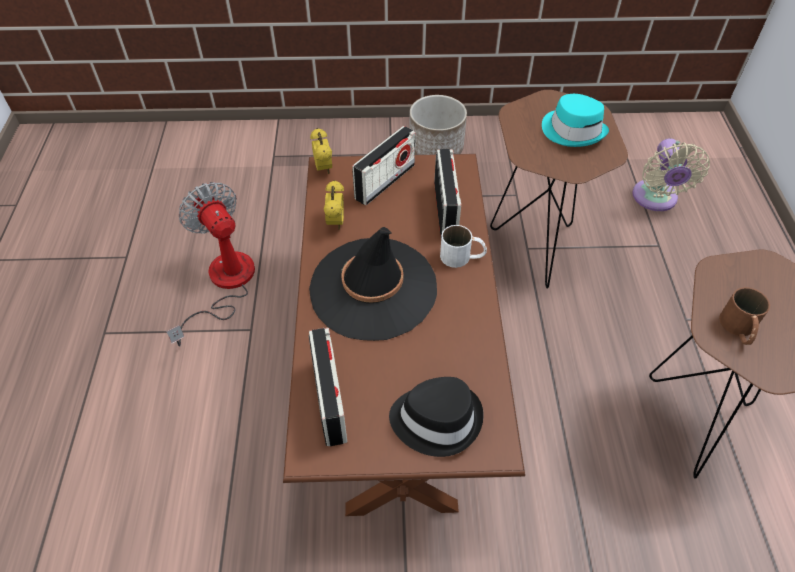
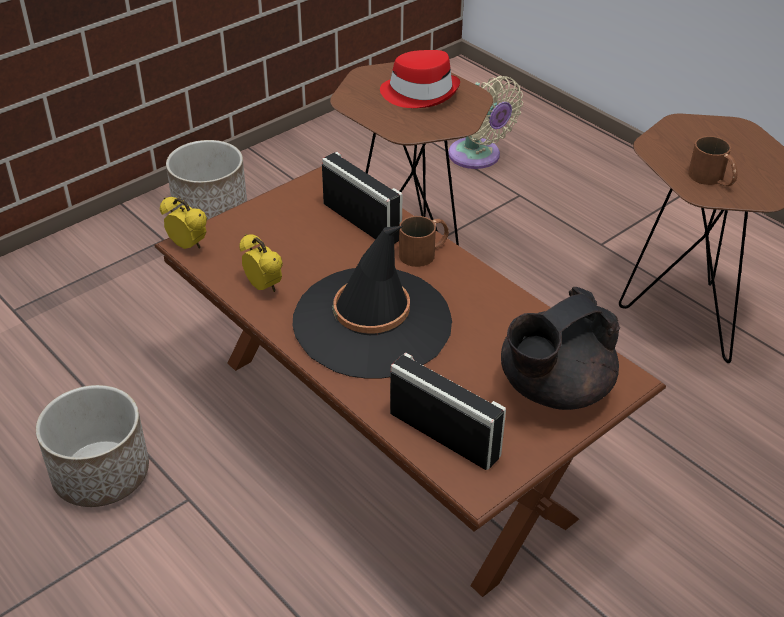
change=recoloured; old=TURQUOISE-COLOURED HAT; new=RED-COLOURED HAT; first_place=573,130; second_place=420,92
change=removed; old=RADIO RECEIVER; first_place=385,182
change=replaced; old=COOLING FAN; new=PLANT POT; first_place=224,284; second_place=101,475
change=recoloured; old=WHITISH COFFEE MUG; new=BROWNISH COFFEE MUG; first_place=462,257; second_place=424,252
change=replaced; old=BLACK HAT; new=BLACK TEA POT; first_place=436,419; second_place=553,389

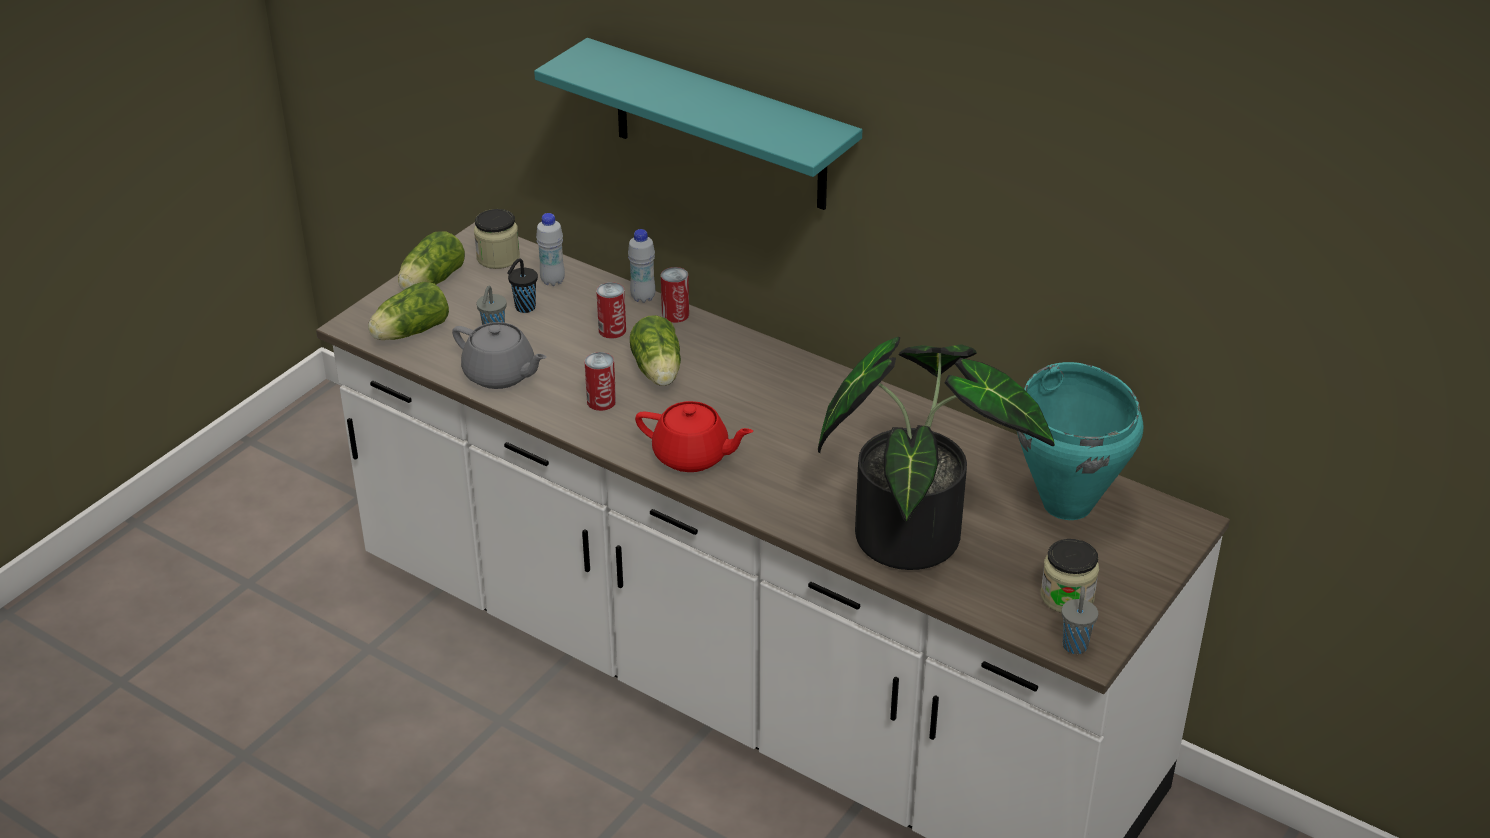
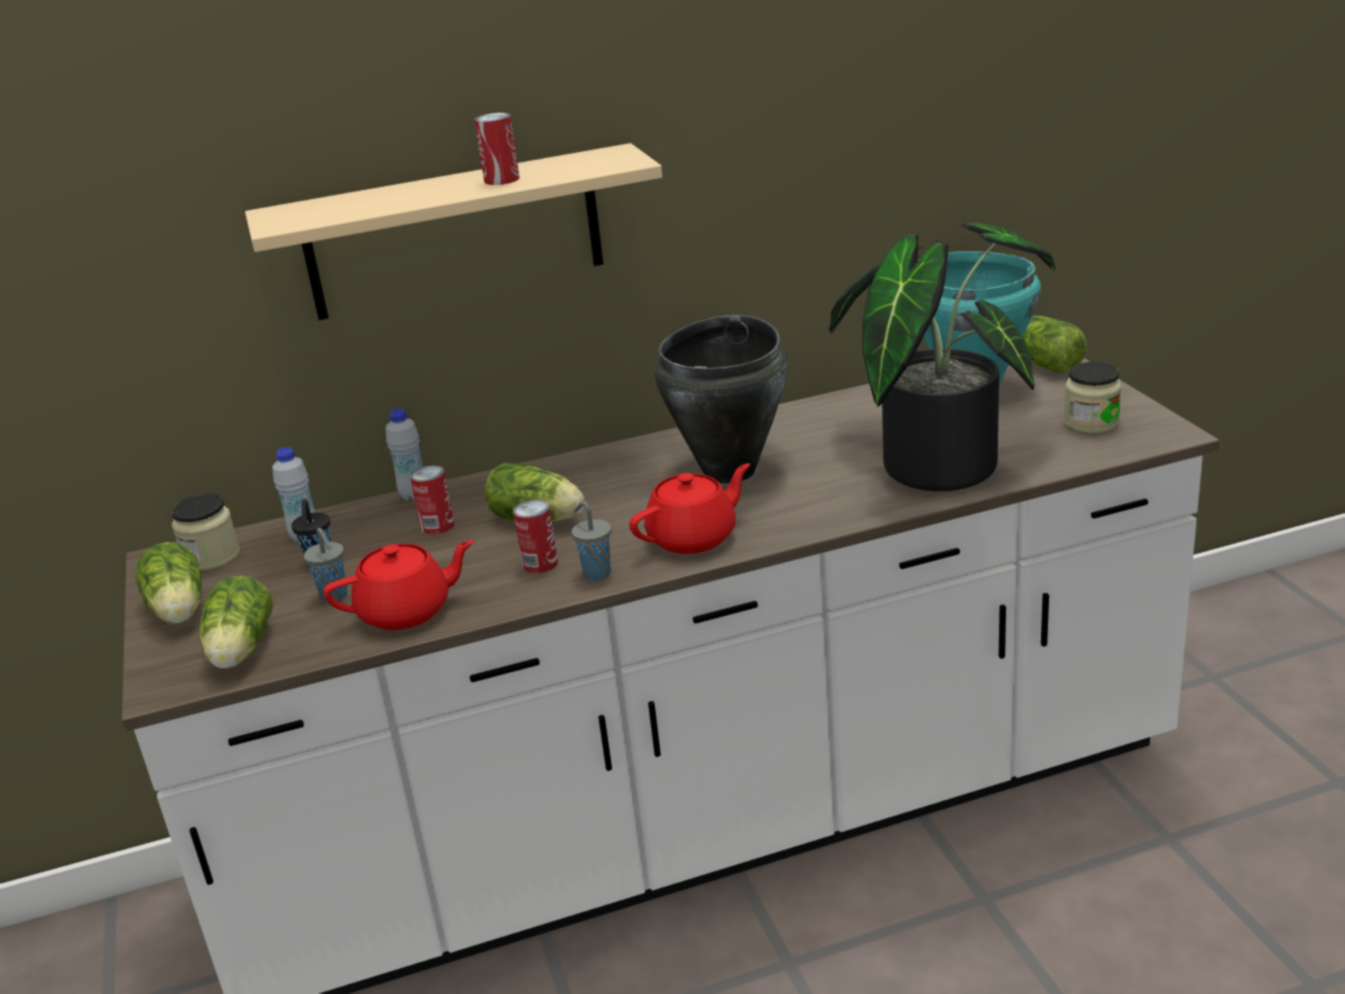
change=recoloured; old=TURQUOISE-COLOURED BRACKET SHELF; new=SAND-COLOURED BRACKET SHELF; first_place=720,126; second_place=454,234
change=moved; old=CAN; first_place=675,314; second_place=501,179
change=recoloured; old=GREY TEA POT; new=RED-COLOURED TEA POT; first_place=500,375; second_place=407,611
change=moved; old=GREY CUP; first_place=1075,644; second_place=596,573
change=added; new=BLACK SAUCEPOT; second_place=731,471
change=added; new=HEAD OF LETTUCE; second_place=1042,363

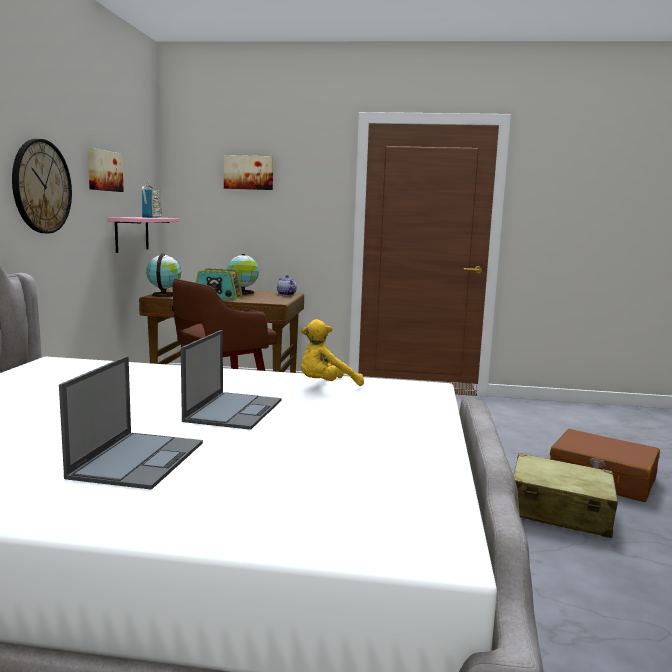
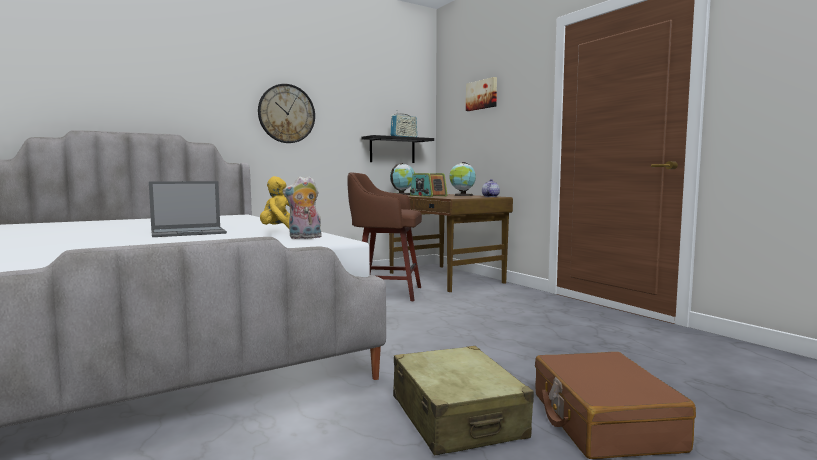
change=removed; old=WALL PICTURE; first_place=103,170
change=recoloured; old=PINK BRACKET SHELF; new=BLACK BRACKET SHELF; first_place=132,234; second_place=392,150
change=removed; old=NOTEBOOK COMPUTER; first_place=138,459
change=added; new=CUDDLY TOY; second_place=304,238

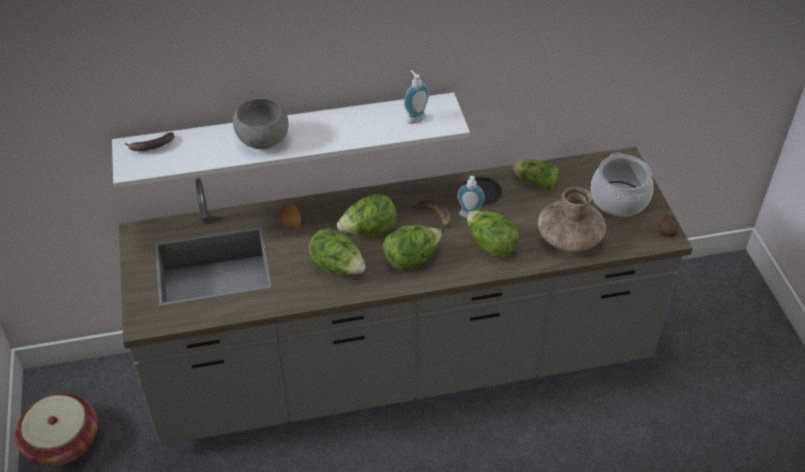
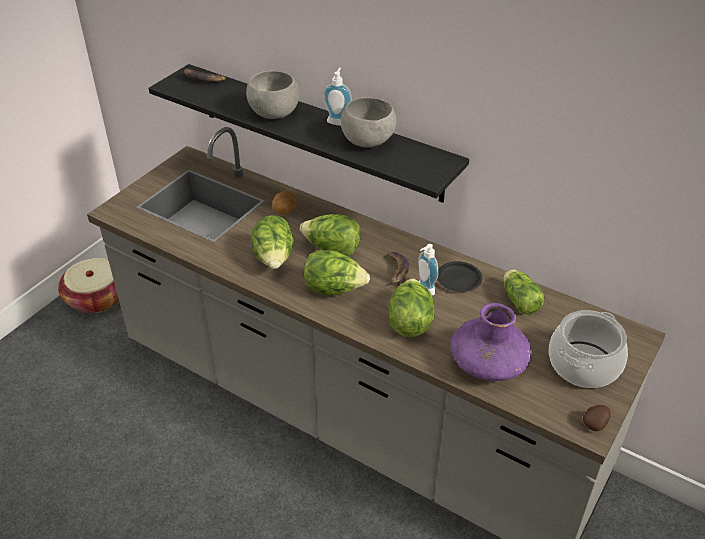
change=moved; old=SOAP BOTTLE; first_place=415,117; second_place=338,121
change=recoloured; old=WHITISH BRACKET SHELF; new=BLACK BRACKET SHELF; first_place=289,137; second_place=318,132
change=recoloured; old=BROWNISH VASE; new=PURPLE VASE; first_place=569,238; second_place=488,363
change=added; new=GREY BOWL; second_place=368,141

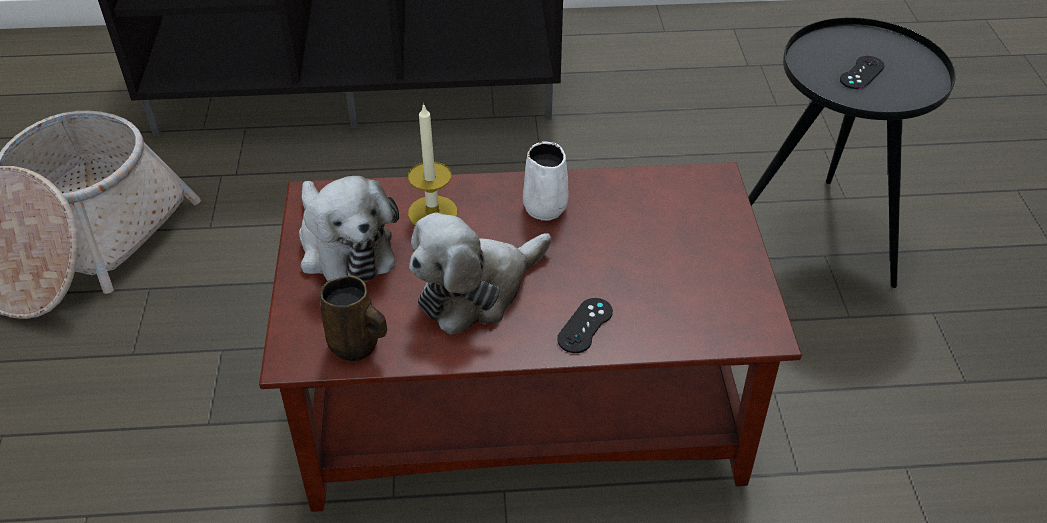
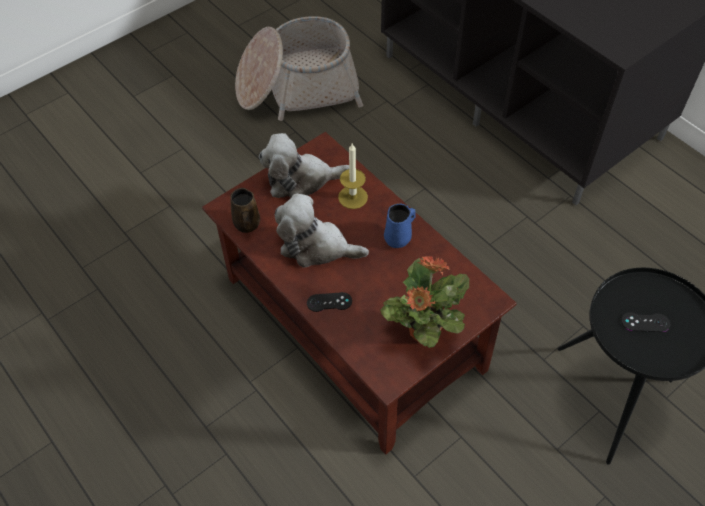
change=recoloured; old=WHITISH COFFEE MUG; new=BLUISH COFFEE MUG; first_place=545,205; second_place=398,238
change=turned; old=CUDDLY TOY; first_place=344,247; second_place=301,180; degrees=60
change=added; new=HOUSEPLANT; second_place=423,332

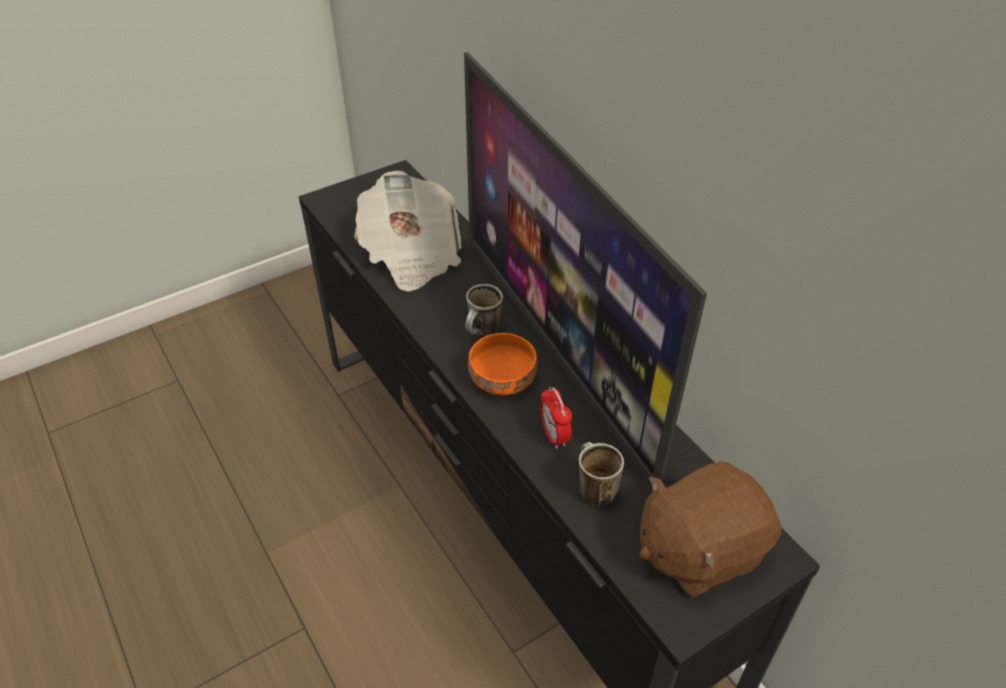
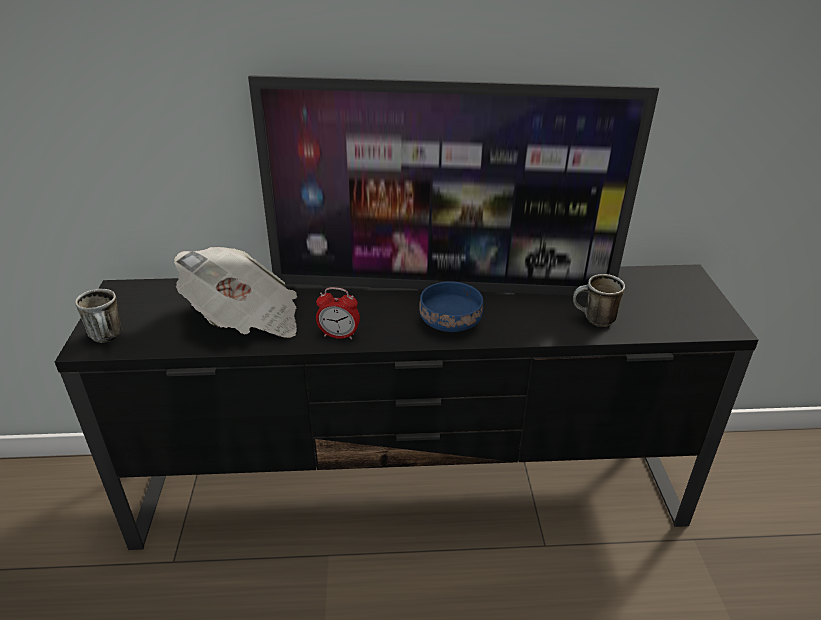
change=moved; old=COFFEE MUG; first_place=483,333; second_place=109,338
change=recoloured; old=ORANGE BOWL; new=BLUISH BOWL; first_place=504,378; second_place=451,321
change=moved; old=ALARM CLOCK; first_place=554,436; second_place=339,335
change=removed; old=BROWNISH CUDDLY TOY; first_place=699,550

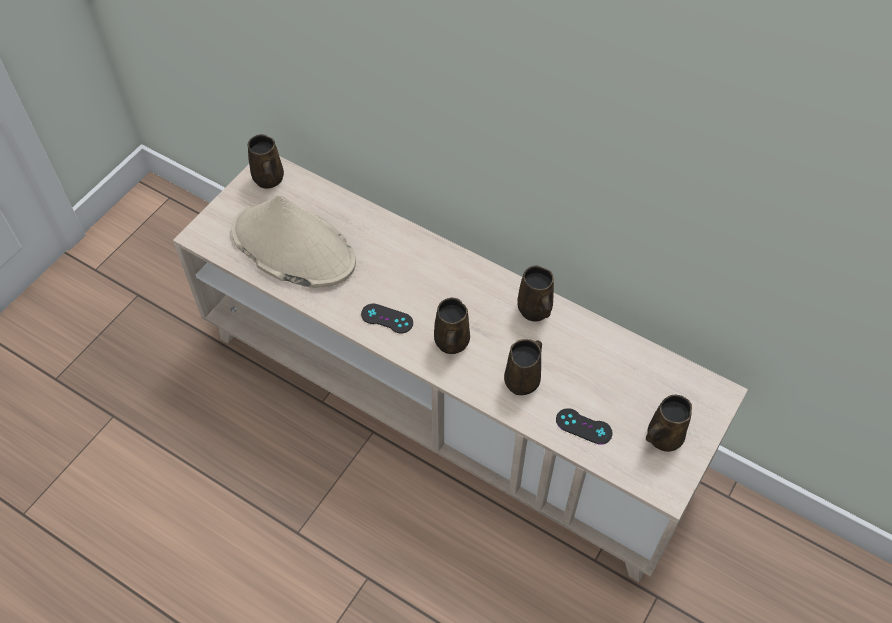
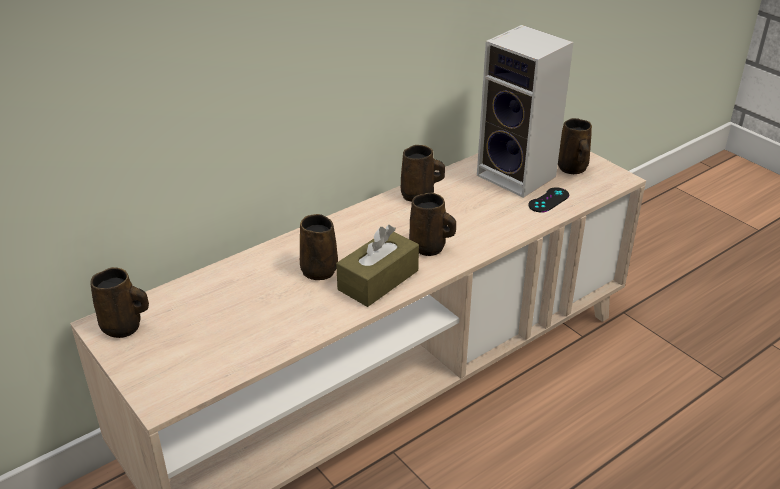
change=removed; old=SAND-COLOURED HAT; first_place=292,247
change=replaced; old=BLACK GAME CONTROLLER; new=BROWNISH TISSUE HOLDER; first_place=387,318; second_place=378,280
change=moved; old=BROWNISH COFFEE MUG; first_place=523,380; second_place=318,269
change=added; new=LOUDSPEAKER; second_place=519,176

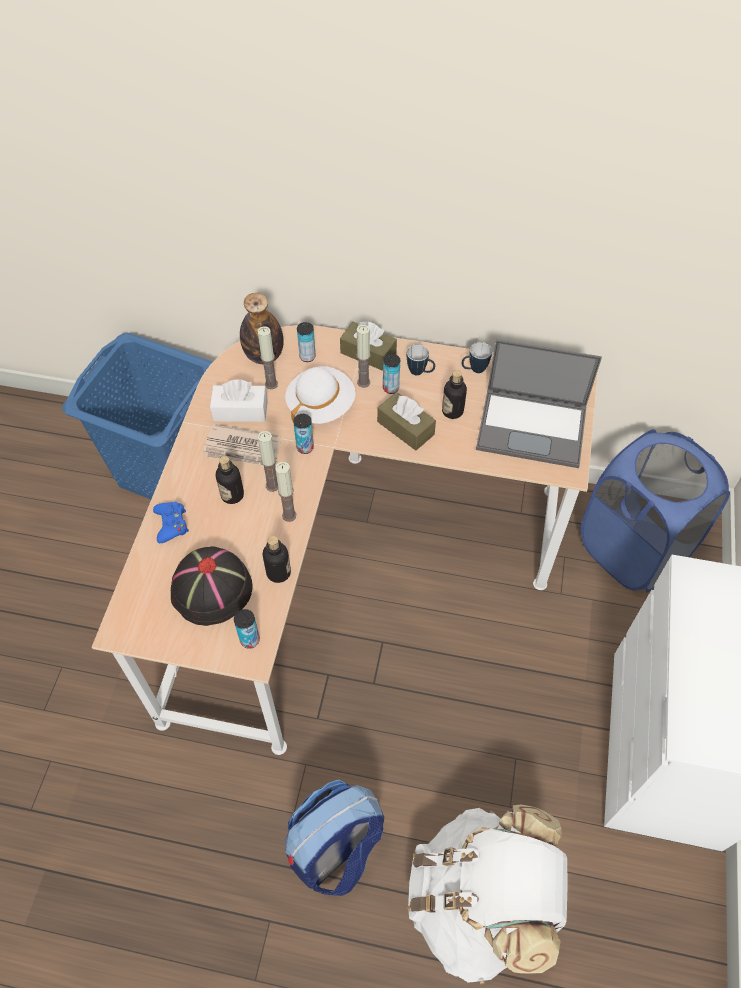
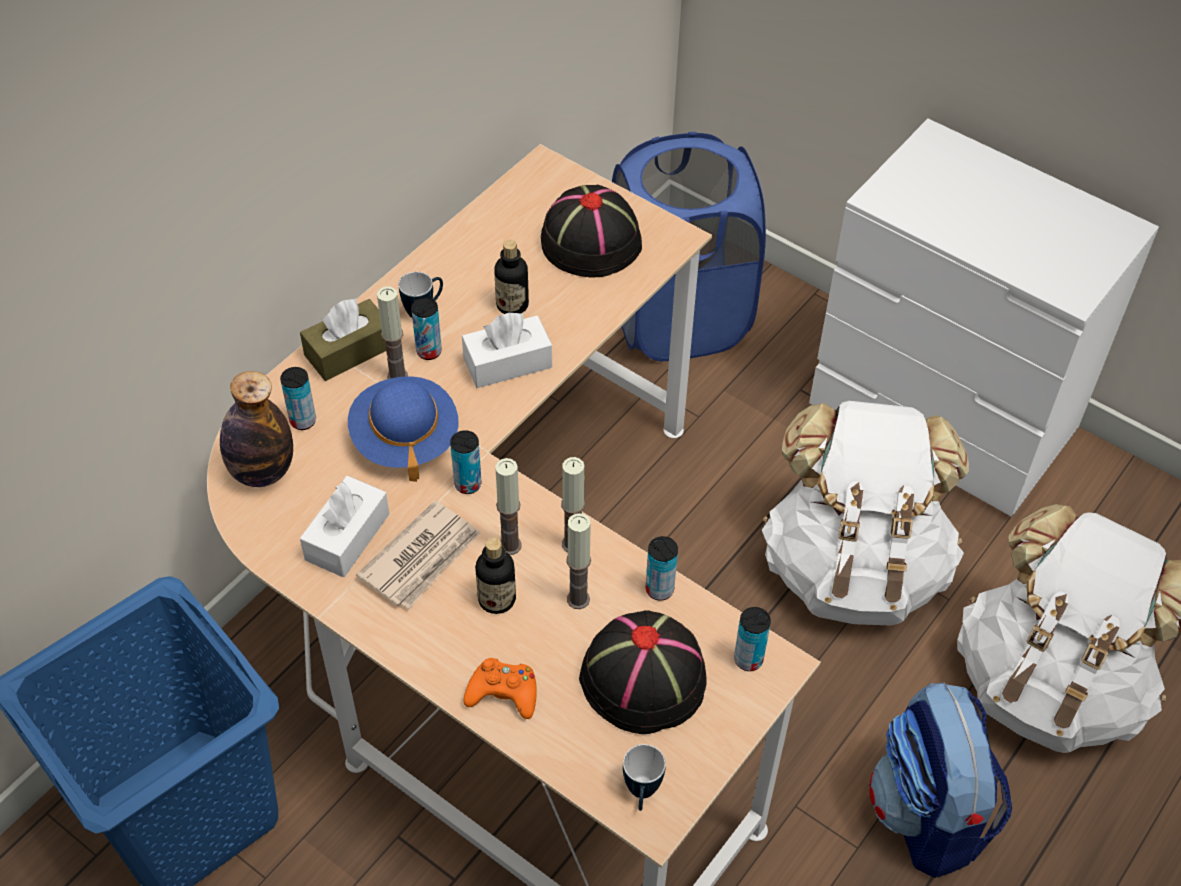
change=moved; old=WAX CANDLE; first_place=271,384; second_place=578,599
change=replaced; old=NOTEBOOK COMPUTER; new=BLACK HAT; first_place=533,427; second_place=590,240
change=moved; old=COFFEE MUG; first_place=474,370; second_place=641,795
change=recoloured; old=WHITISH HAT; new=BLUISH HAT; first_place=321,405; second_place=405,439
change=recoloured; old=BROWNISH TISSUE HOLDER; new=WHITISH TISSUE HOLDER; first_place=405,428; second_place=507,363
change=recoloured; old=BLUISH GAME CONTROLLER; new=ORANGE GAME CONTROLLER; first_place=171,524; second_place=503,693
change=replaced; old=BOTTLE; new=CAN; first_place=278,572; second_place=659,589
change=added; new=WHITISH RUCKSACK; second_place=853,568

